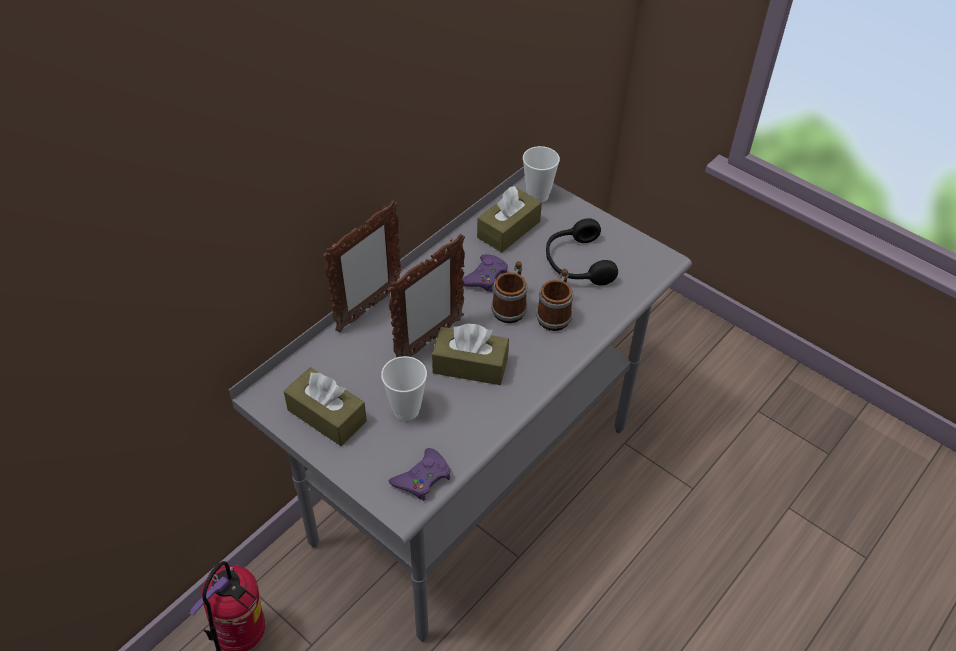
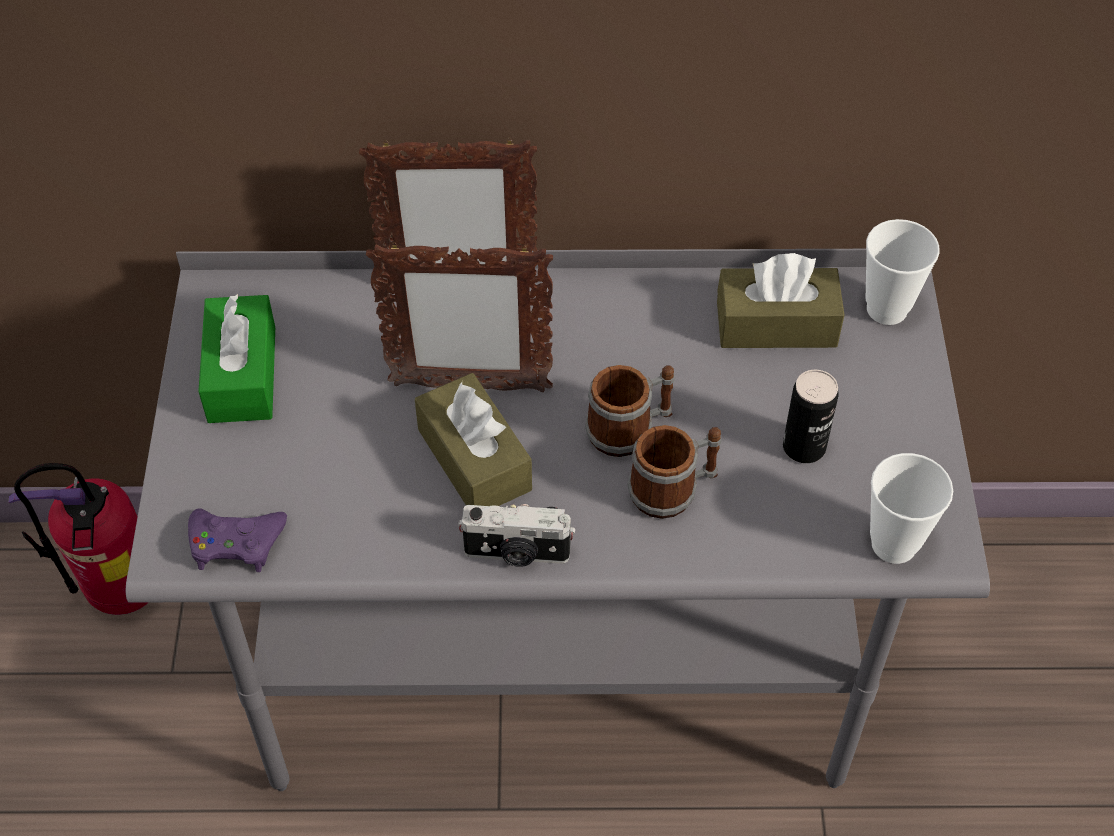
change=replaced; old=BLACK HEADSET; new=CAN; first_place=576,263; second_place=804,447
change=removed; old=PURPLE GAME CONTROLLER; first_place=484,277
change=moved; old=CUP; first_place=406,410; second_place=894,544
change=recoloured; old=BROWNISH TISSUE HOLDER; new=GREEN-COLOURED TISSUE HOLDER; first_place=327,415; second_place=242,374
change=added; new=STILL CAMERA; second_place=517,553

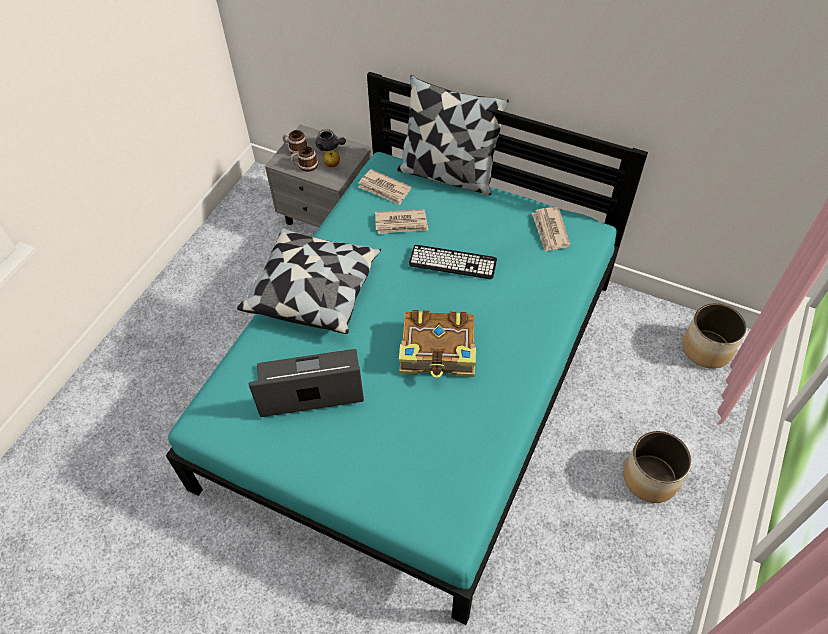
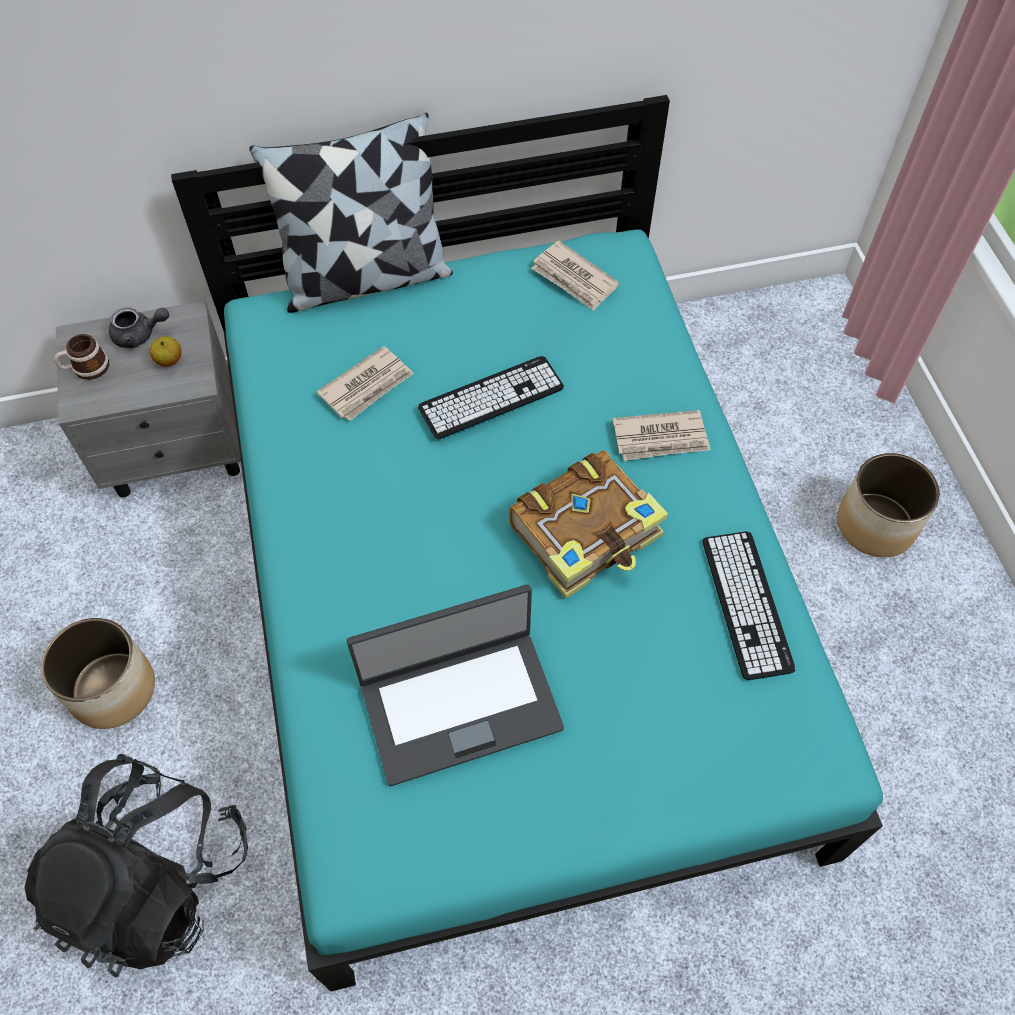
change=removed; old=COFFEE MUG; first_place=305,165
change=moved; old=NEWSPAPER; first_place=384,189; second_place=661,438
change=removed; old=PILLOW; first_place=314,291
change=moved; old=PLANT POT; first_place=706,349; second_place=112,689
change=turned; old=NOTEBOOK COMPUTER; first_place=310,385; second_place=460,704; degrees=-150
change=added; new=COMPUTER KEYBOARD; second_place=746,604
change=added; new=BLACK RUCKSACK; second_place=156,880

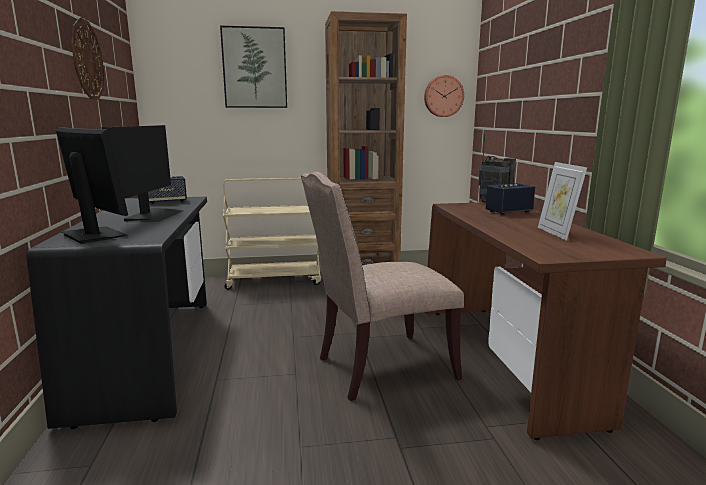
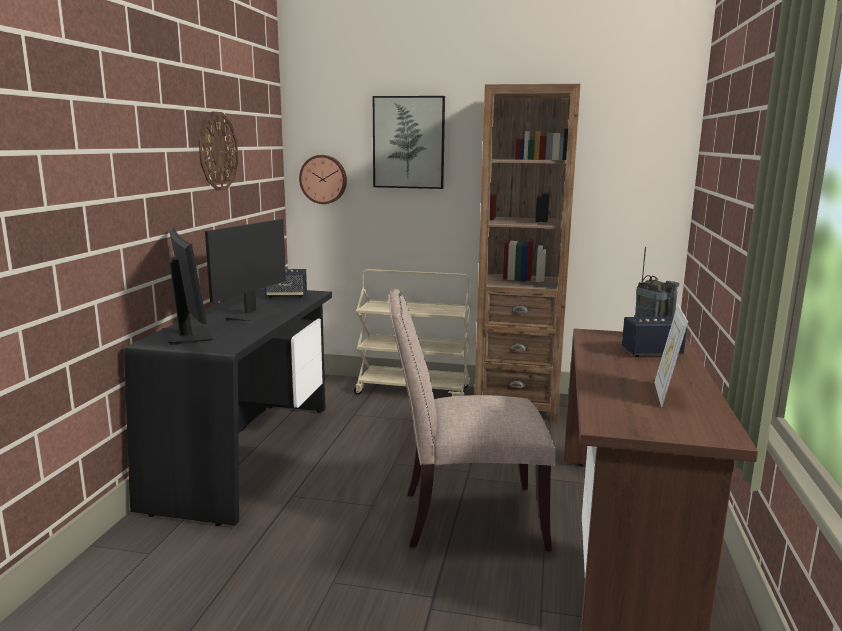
change=moved; old=CLOCK ON THE WALL; first_place=443,96; second_place=323,179

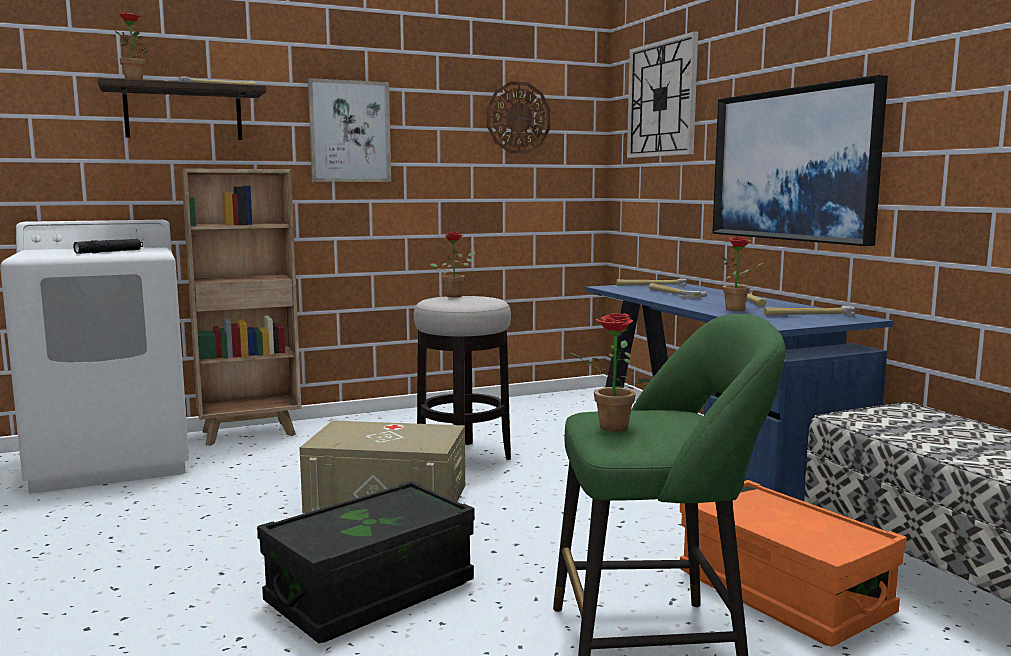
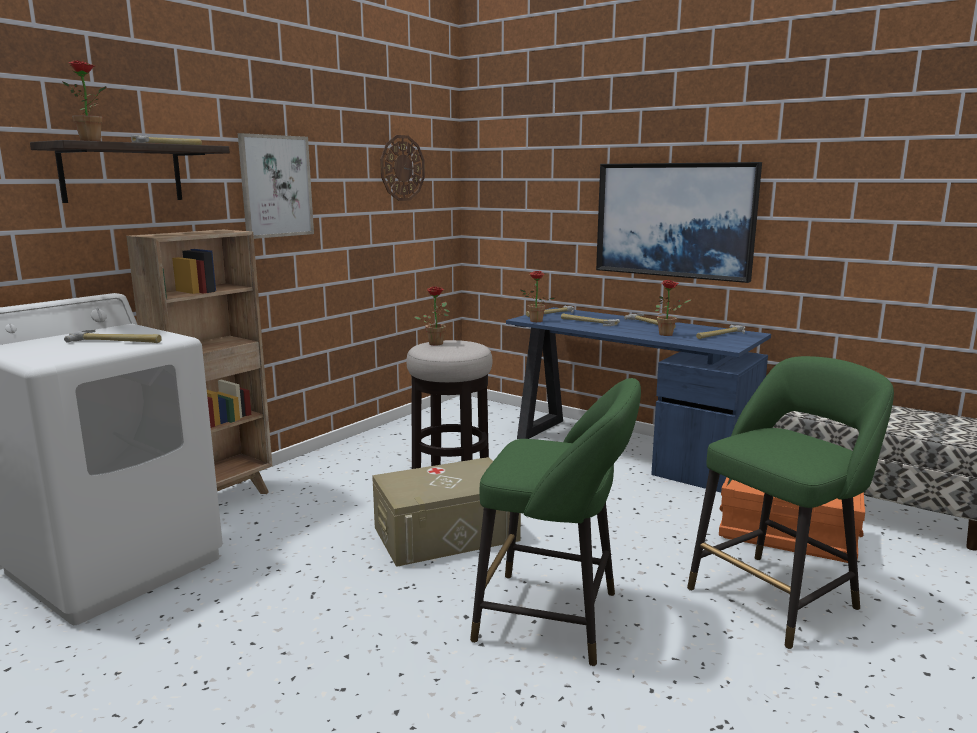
change=removed; old=CLOCK ON THE WALL; first_place=662,99
change=replaced; old=BLACK HAND TORCH; new=HAMMER; first_place=109,252; second_place=116,341
change=moved; old=HOUSEPLANT; first_place=608,428; second_place=534,321
change=replaced; old=BLACK STORAGE CONTAINER; new=GREEN-COLOURED STOOL; first_place=371,593; second_place=556,618

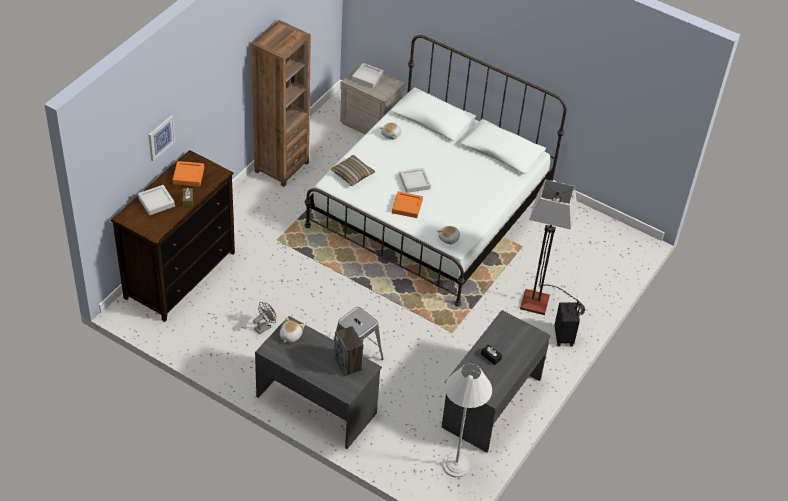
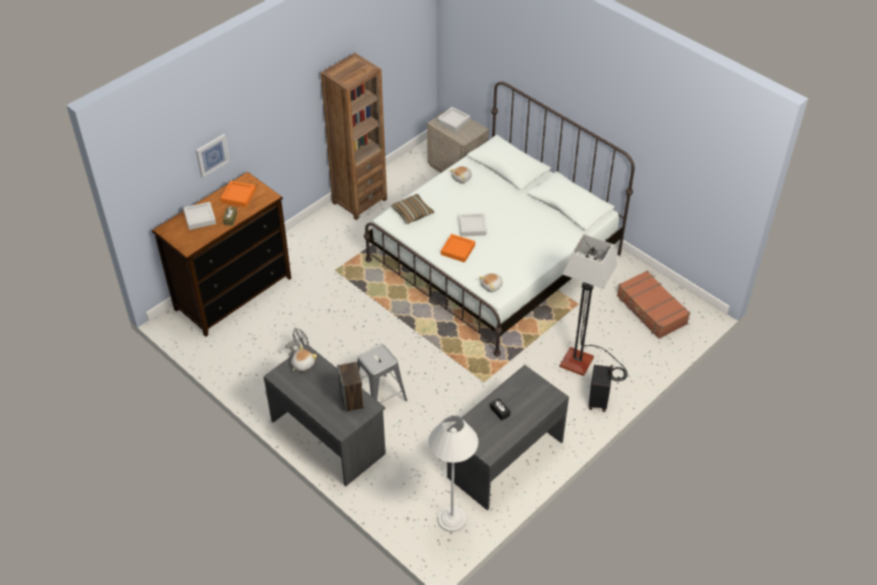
change=added; new=BROWNISH PIECE OF LUGGAGE; second_place=651,310

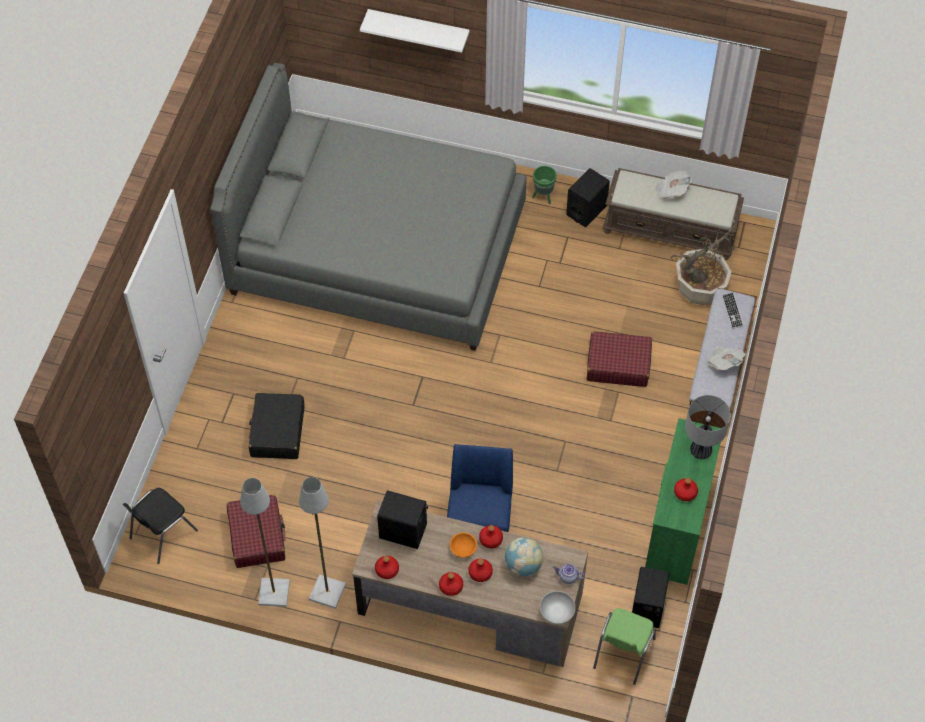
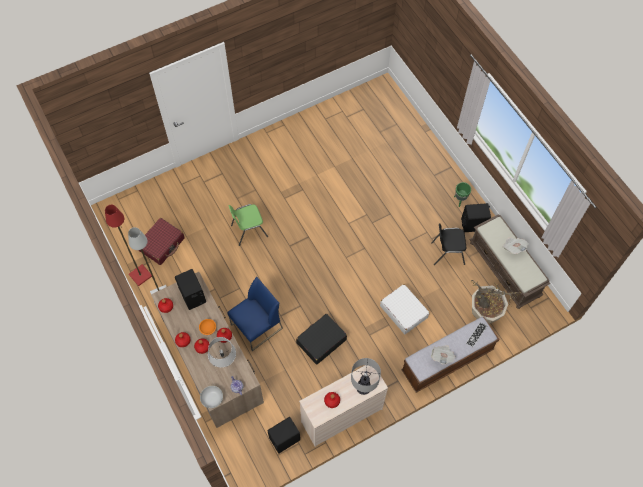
change=removed; old=WHITISH BRACKET SHELF; first_place=418,28
change=removed; old=GREY BEDROOM BED; first_place=378,250
change=recoloured; old=RED-COLOURED PIECE OF LUGGAGE; new=WHITISH PIECE OF LUGGAGE; first_place=618,364; second_place=403,311
change=moved; old=BLACK PIECE OF LUGGAGE; first_place=277,432; second_place=321,341
change=recoloured; old=GREEN-COLOURED DRESSER; new=SAND-COLOURED DRESSER; first_place=676,527; second_place=341,415
change=recoloured; old=GREY STANDARD LAMP; new=RED-COLOURED STANDARD LAMP; first_place=273,592; second_place=140,275
change=moved; old=BLACK PLAIN CHAIR; first_place=162,534; second_place=447,253
change=replaced; old=DESK GLOBE; new=GREY TABLE LAMP; first_place=523,565; second_place=224,362
change=moved; old=GREEN-COLOURED PLAIN CHAIR; first_place=622,653; second_place=248,230

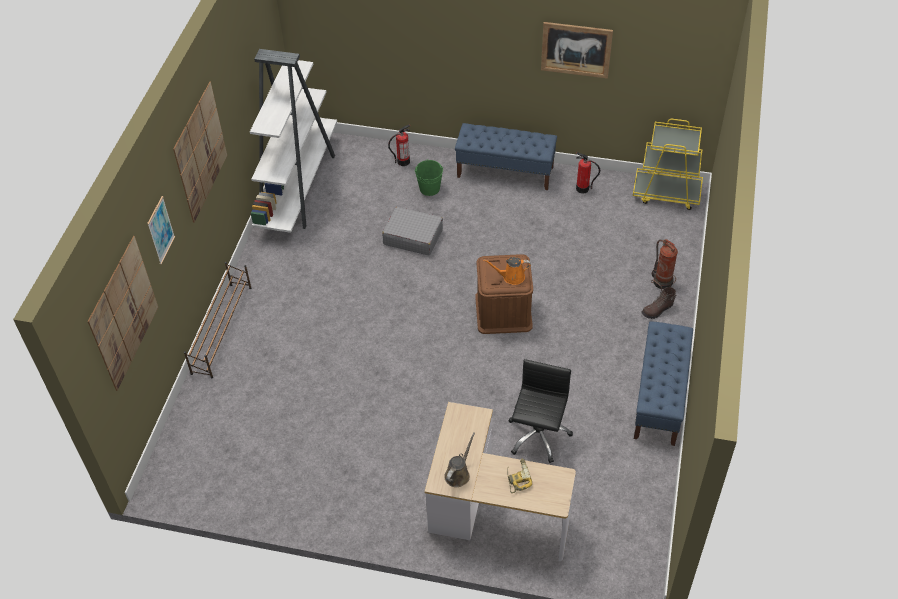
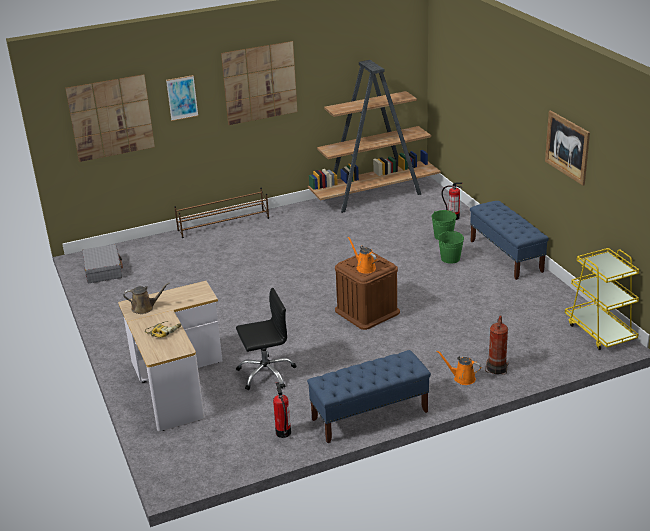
change=recoloured; old=WHITISH BOOKSHELF; new=BROWNISH BOOKSHELF; first_place=298,186; second_place=375,195
change=moved; old=EXTINGUISHER; first_place=582,189; second_place=283,433
change=moved; old=GREY PIECE OF LUGGAGE; first_place=413,237; second_place=103,270
change=replaced; old=BROWNISH HIGH-TOP BOOT; new=ORANGE WATERING POT; first_place=657,310; second_place=462,378
change=added; new=GREEN-COLOURED WATER BUCKET; second_place=450,258

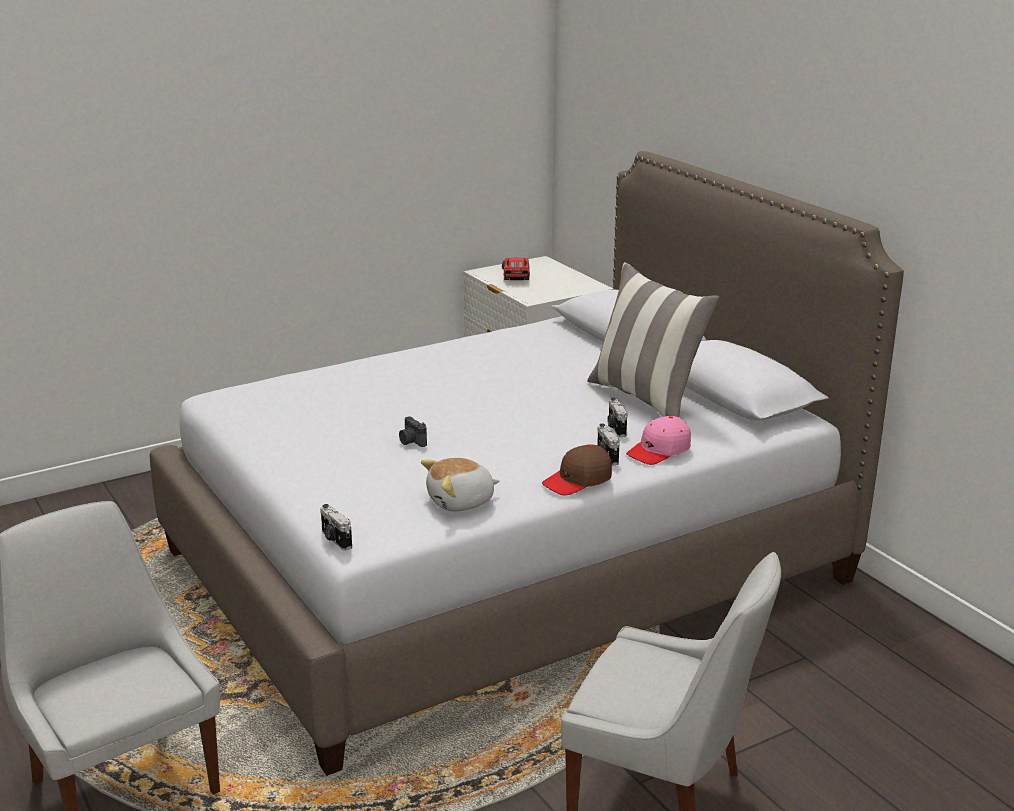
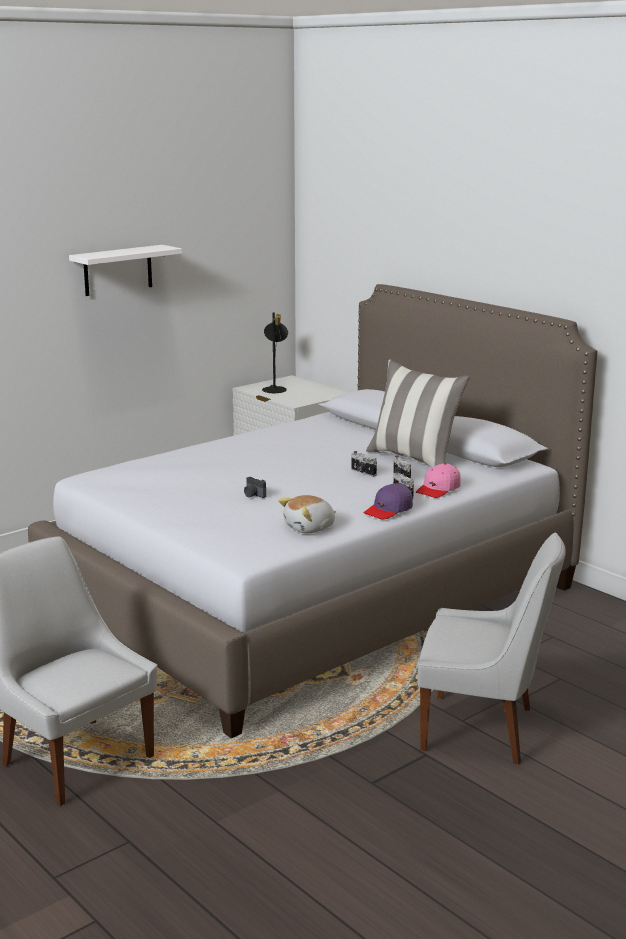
change=replaced; old=MODEL CAR; new=BLACK TABLE LAMP; first_place=516,275; second_place=275,388
change=recoloured; old=BROWNISH CAP; new=PURPLE CAP; first_place=578,480; second_place=389,510
change=moved; old=STILL CAMERA; first_place=335,540; second_place=363,472
change=added; new=WHITISH BRACKET SHELF; second_place=118,270

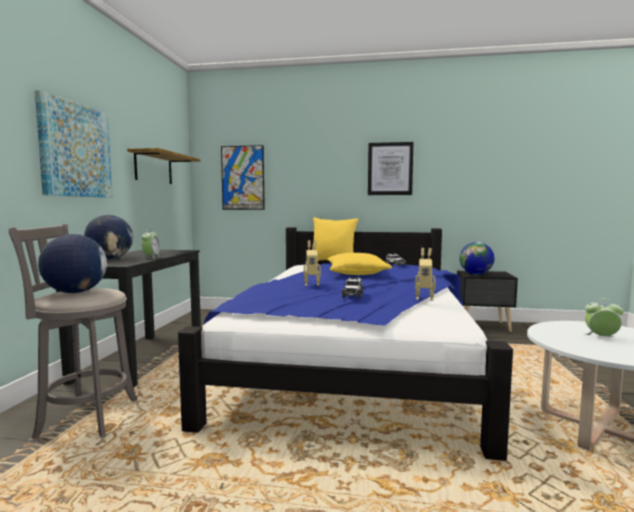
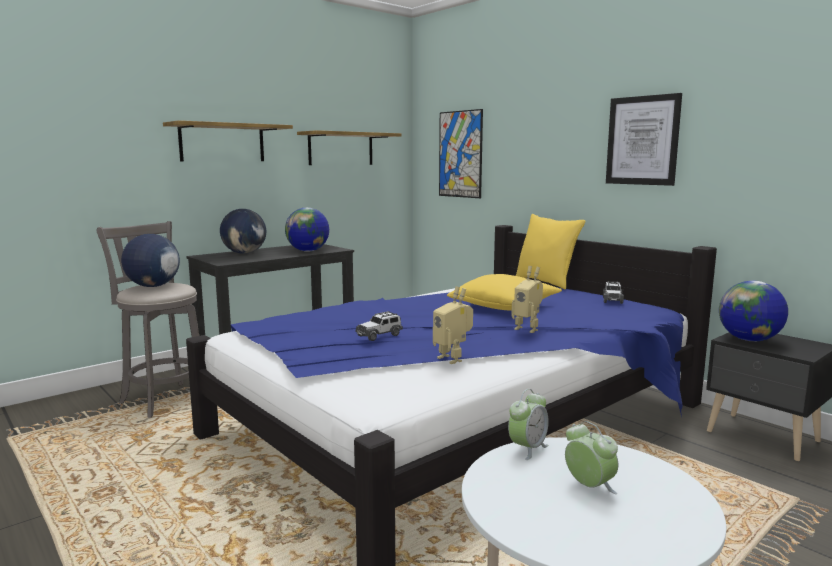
change=replaced; old=WALL PICTURE; new=BRACKET SHELF; first_place=75,150; second_place=222,143
change=moved; old=ALARM CLOCK; first_place=151,257; second_place=527,449
change=moved; old=MODEL ROBOT; first_place=311,284; second_place=527,329
change=added; new=DESK GLOBE; second_place=308,251

